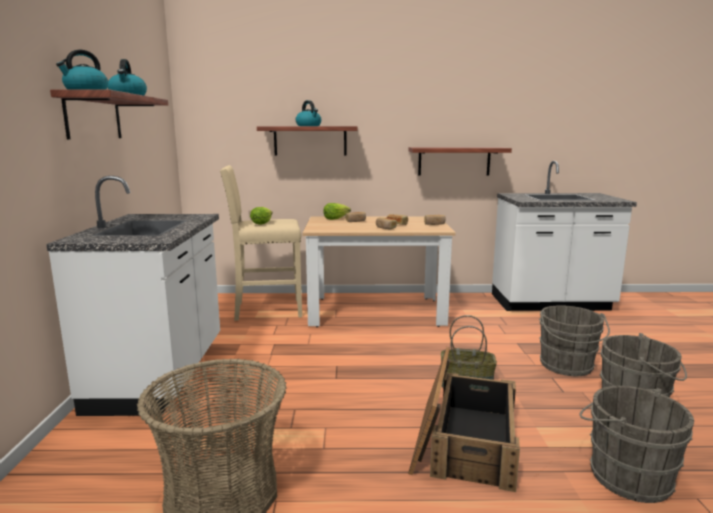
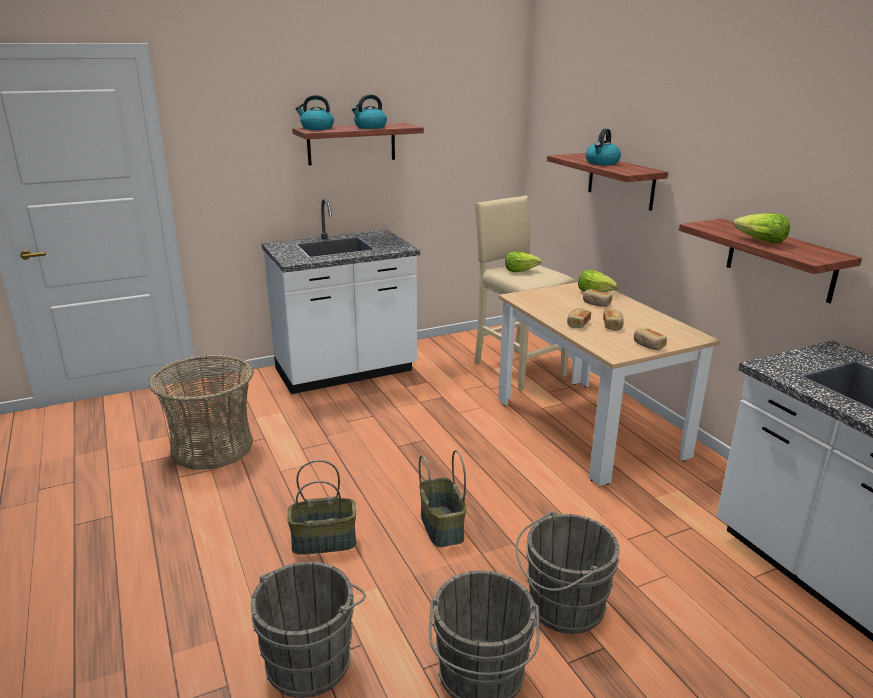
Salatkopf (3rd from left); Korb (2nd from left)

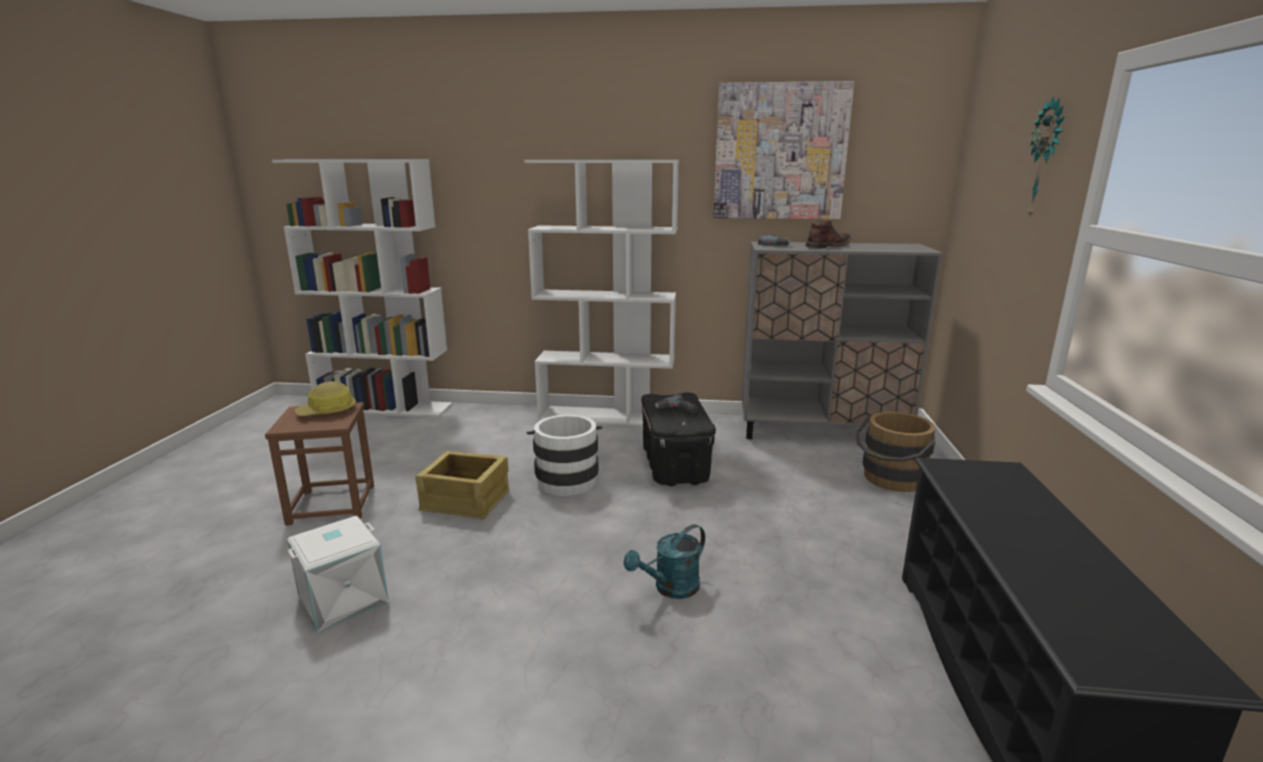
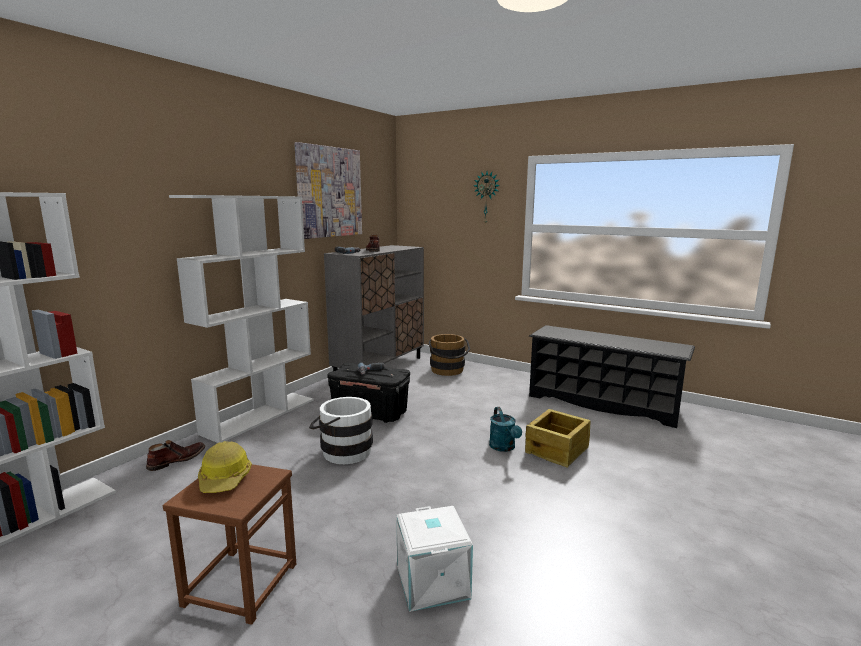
Stiefel [braun] (1st from left); Kiste

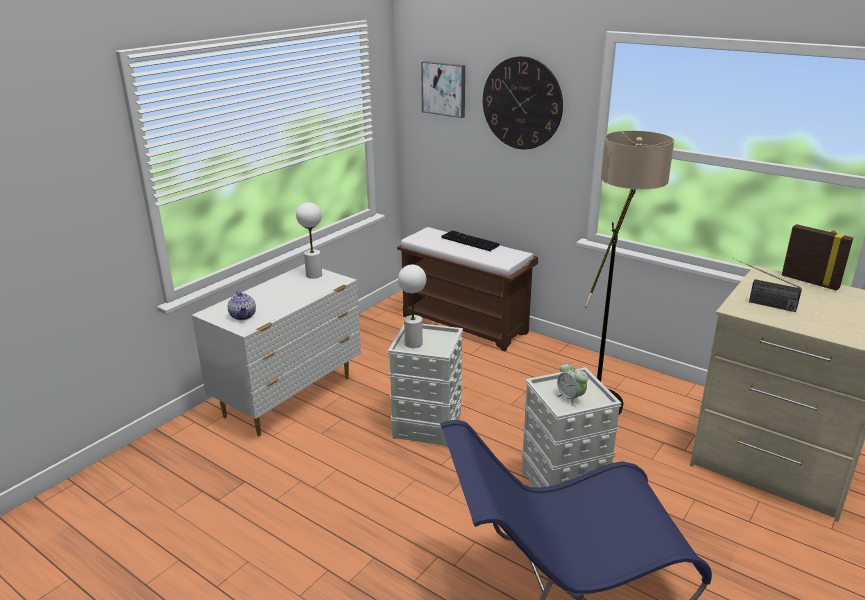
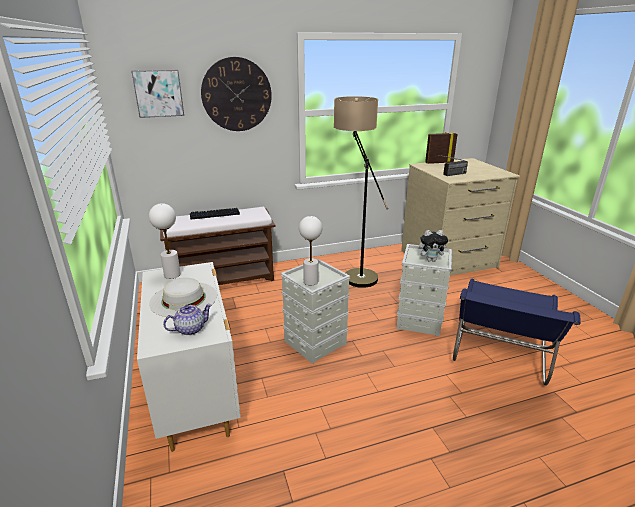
Hut [weiß]; Plüschtier; Teekanne

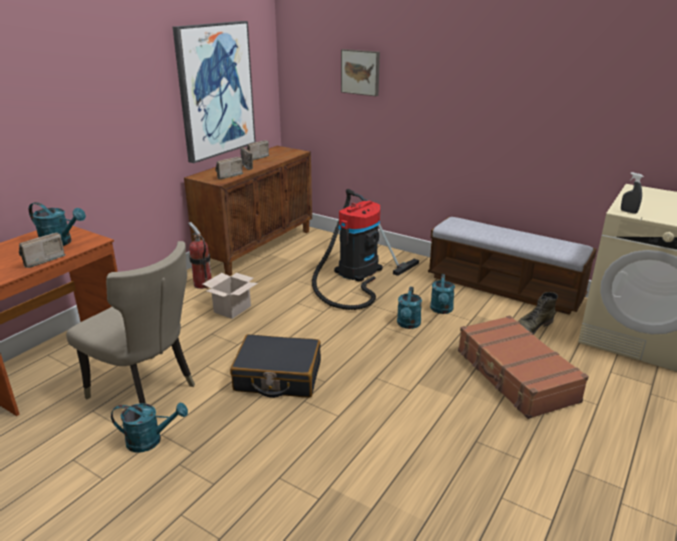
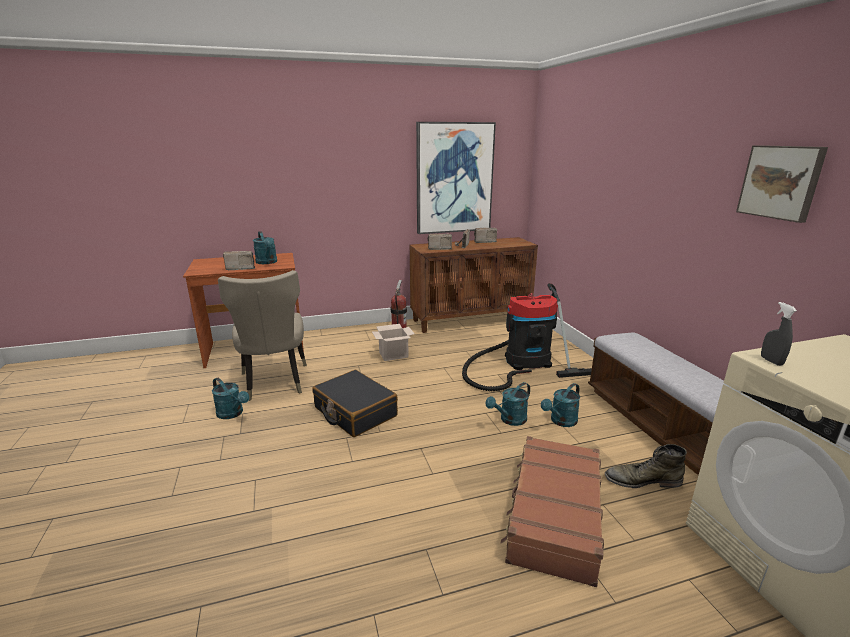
Bild (2nd from left)

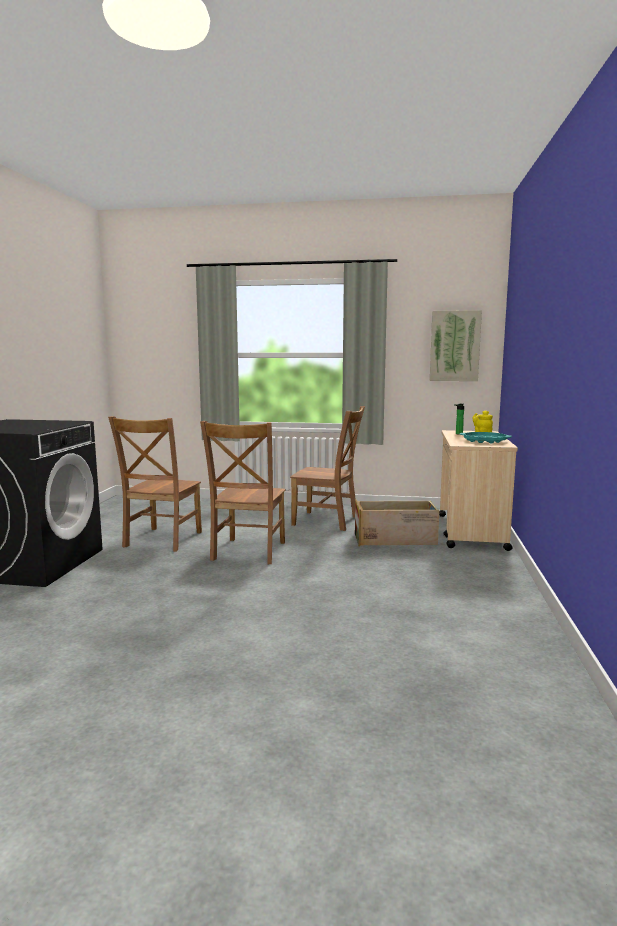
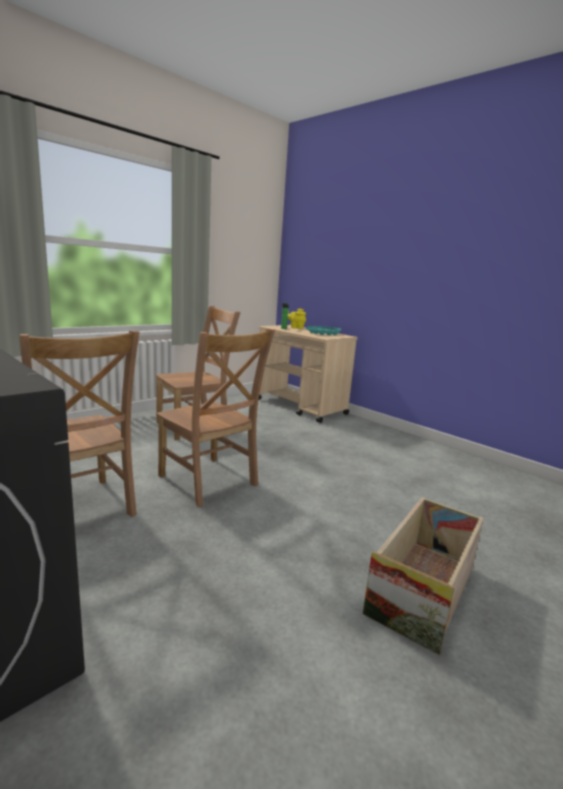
Bild; Kiste

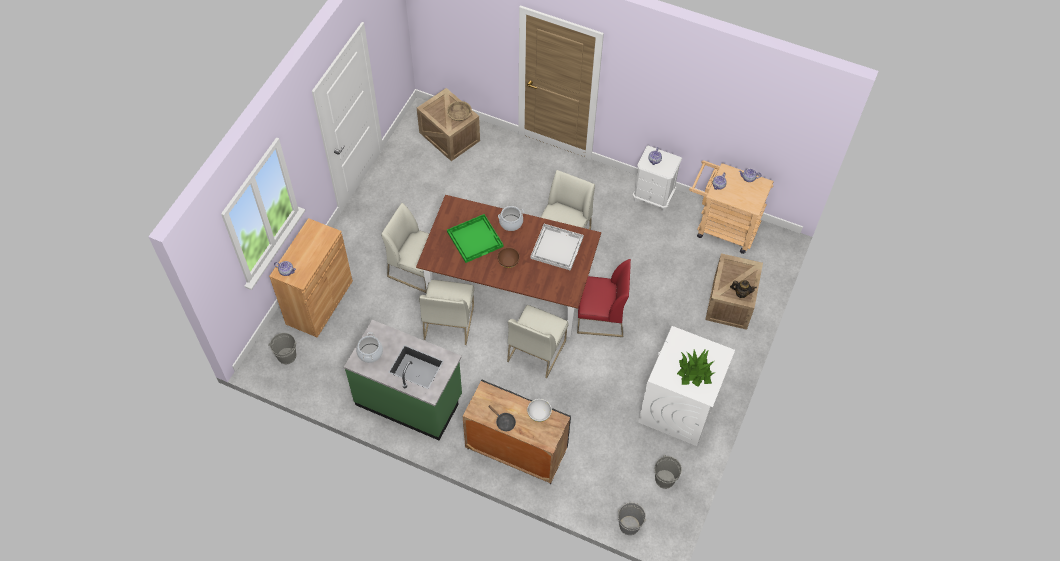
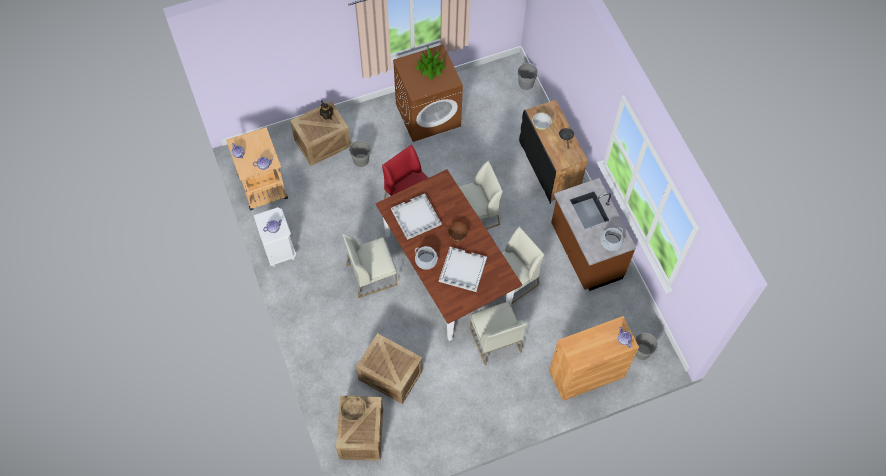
Kiste (3rd from left); Eimer [grau] (1st from left); Küchenzeile [braun]; Tablett [weiß] (2nd from left); Waschmaschine [braun]

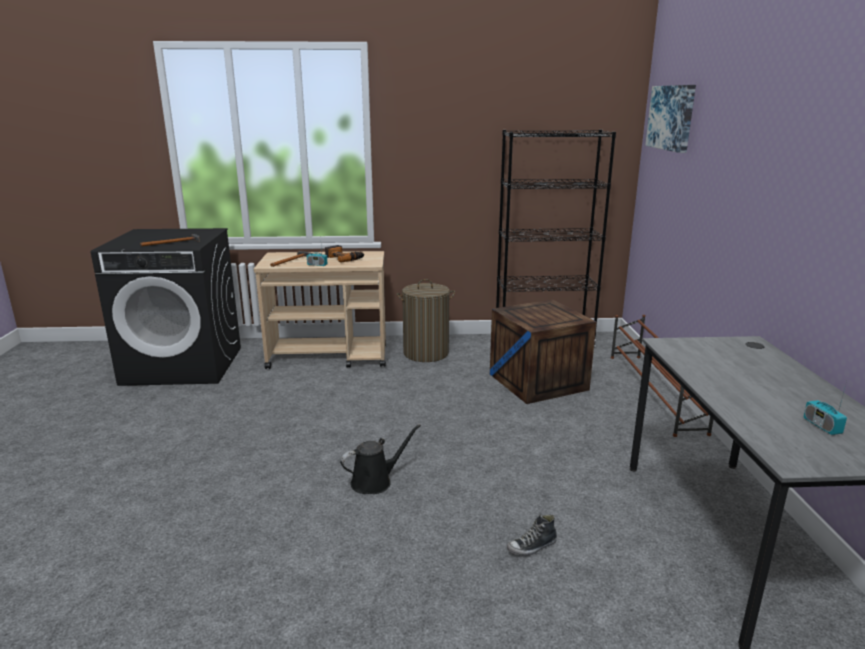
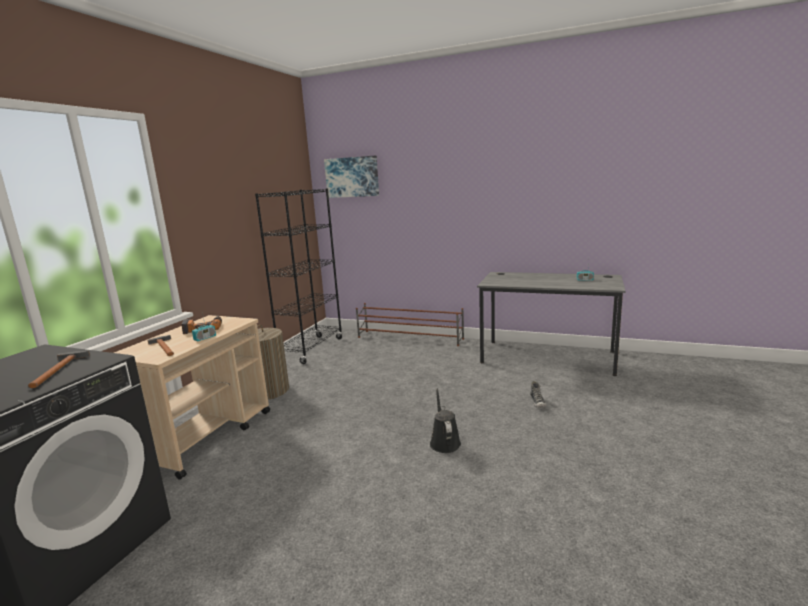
Kiste

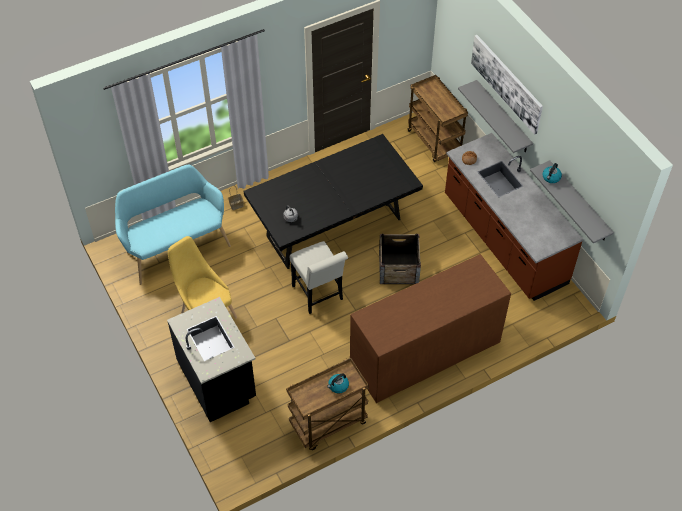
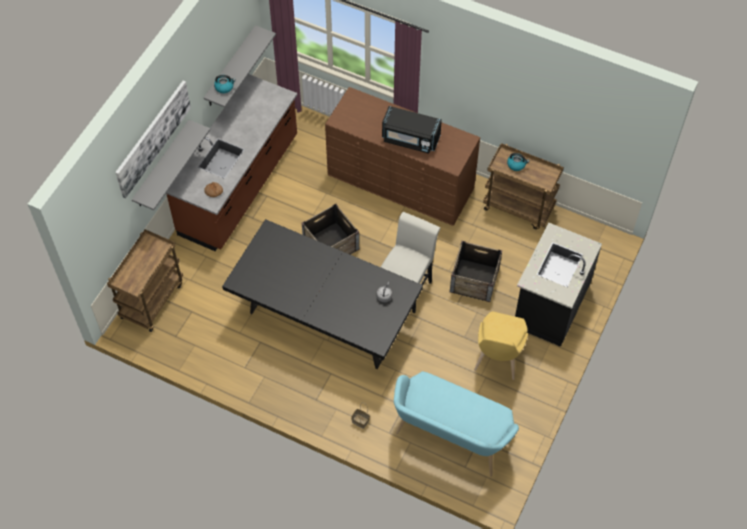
Mikrowelle [schwarz]; Kiste (2nd from left)

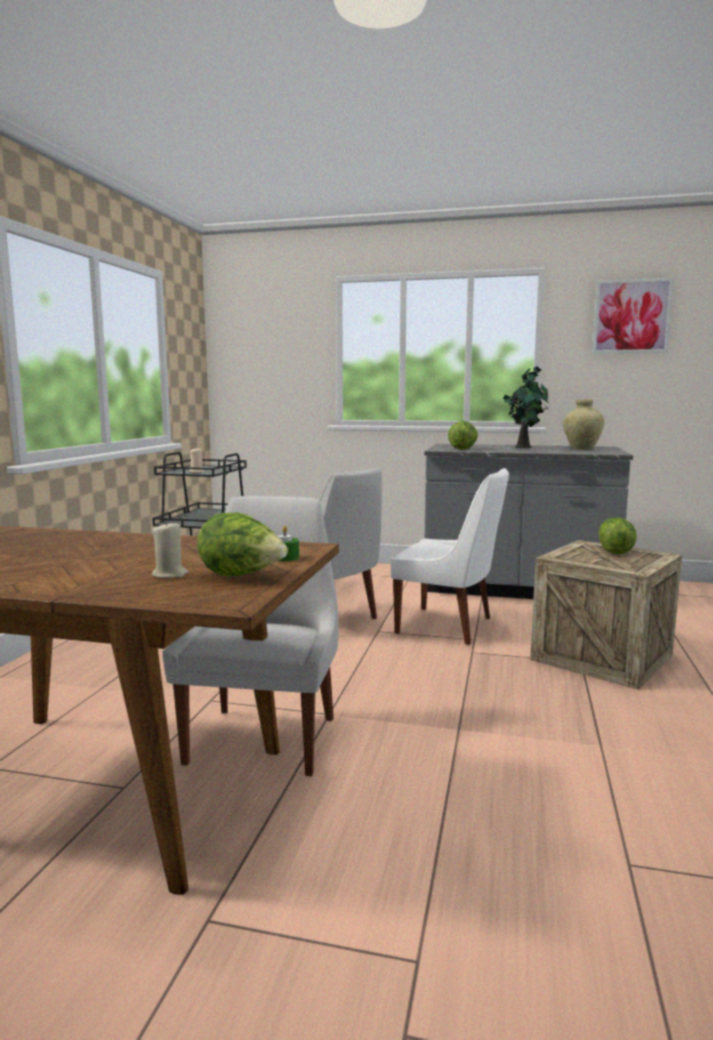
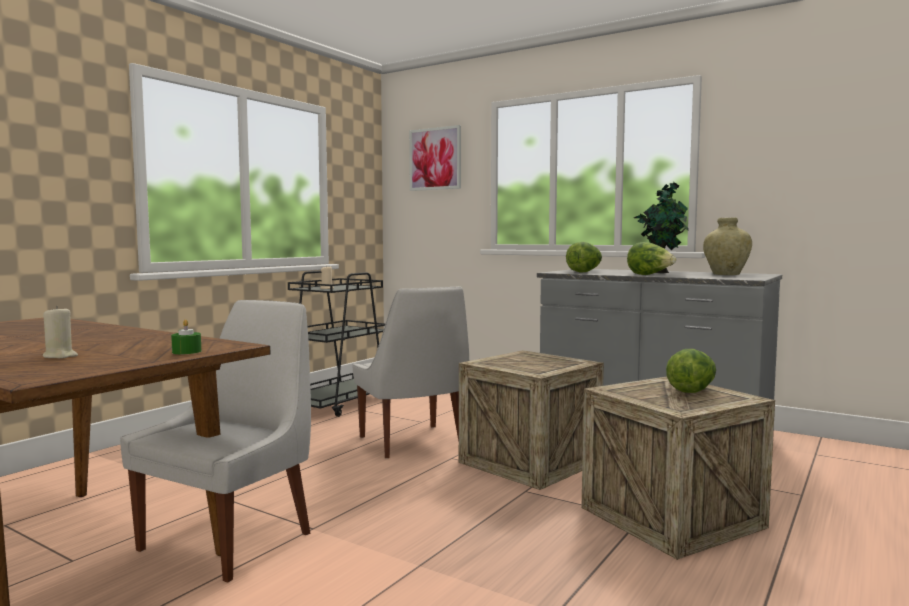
Salatkopf (2nd from left); Bild; Kiste (1st from left)

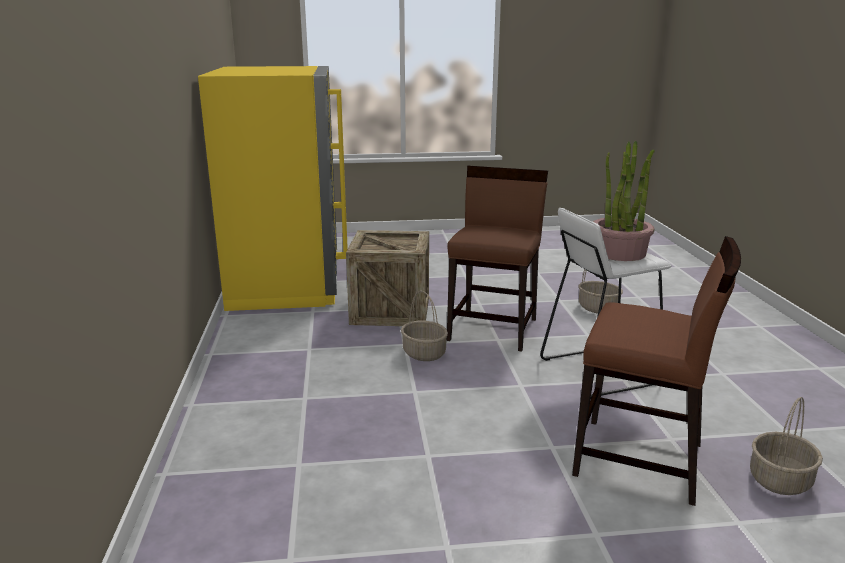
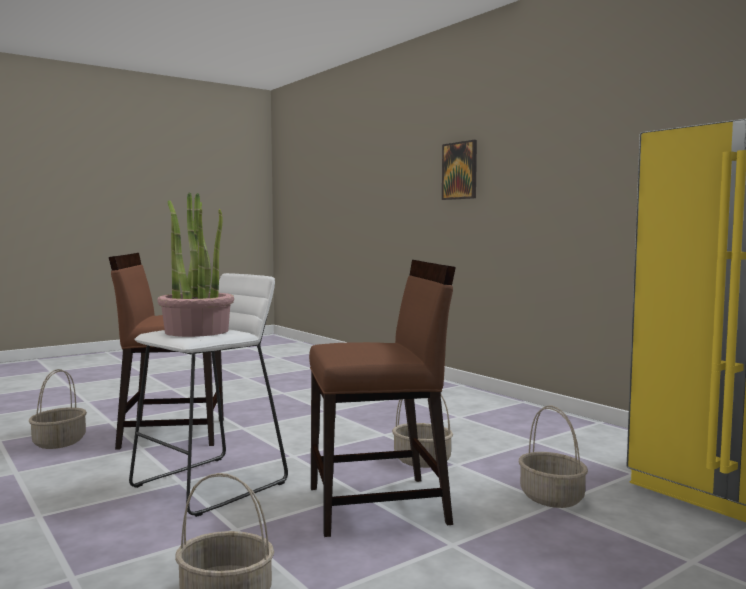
Bild; Korb (4th from left); Stuhl [braun] (2nd from left)

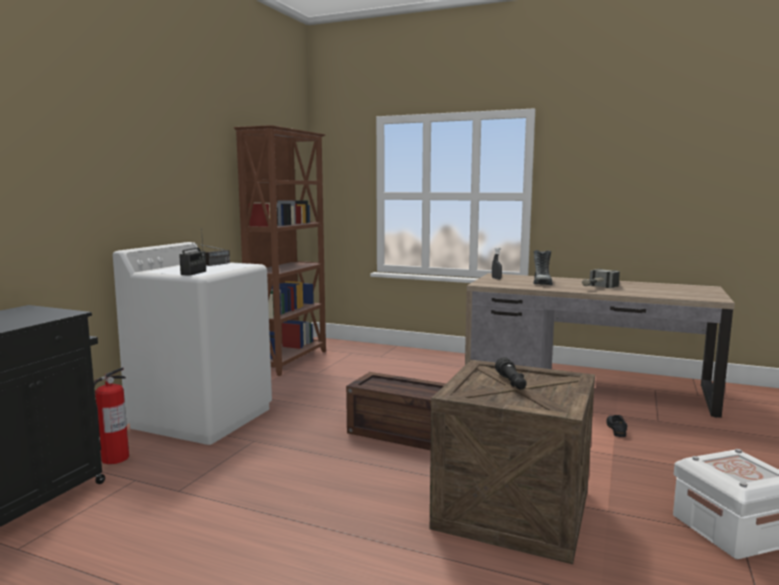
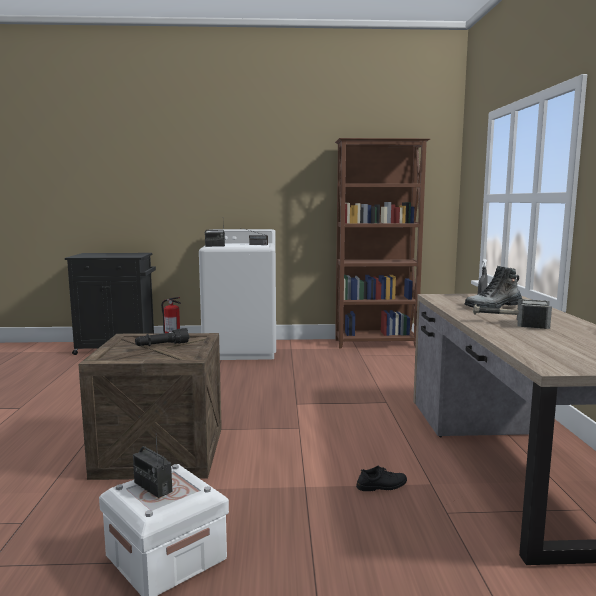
Kiste (1st from left in the first image); Radio (1st from left)

